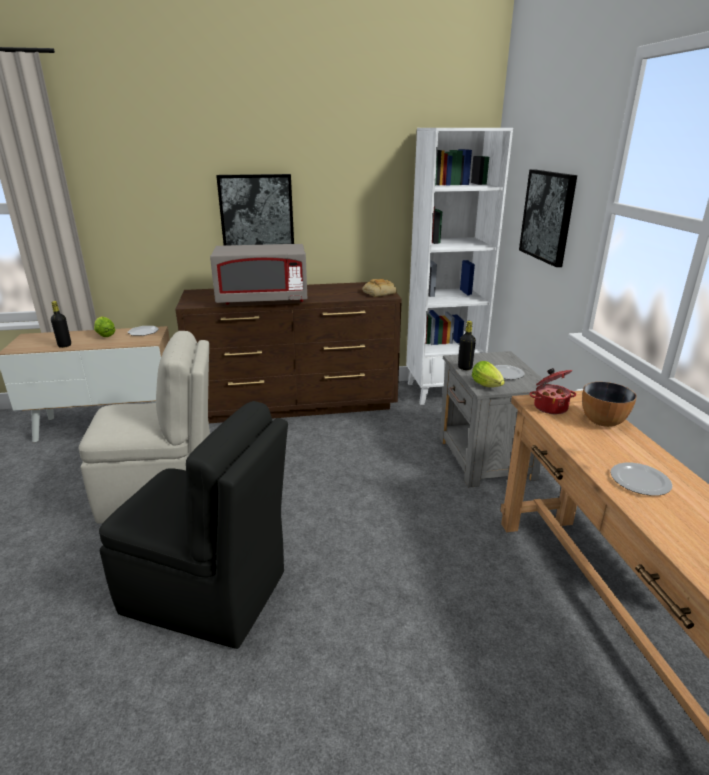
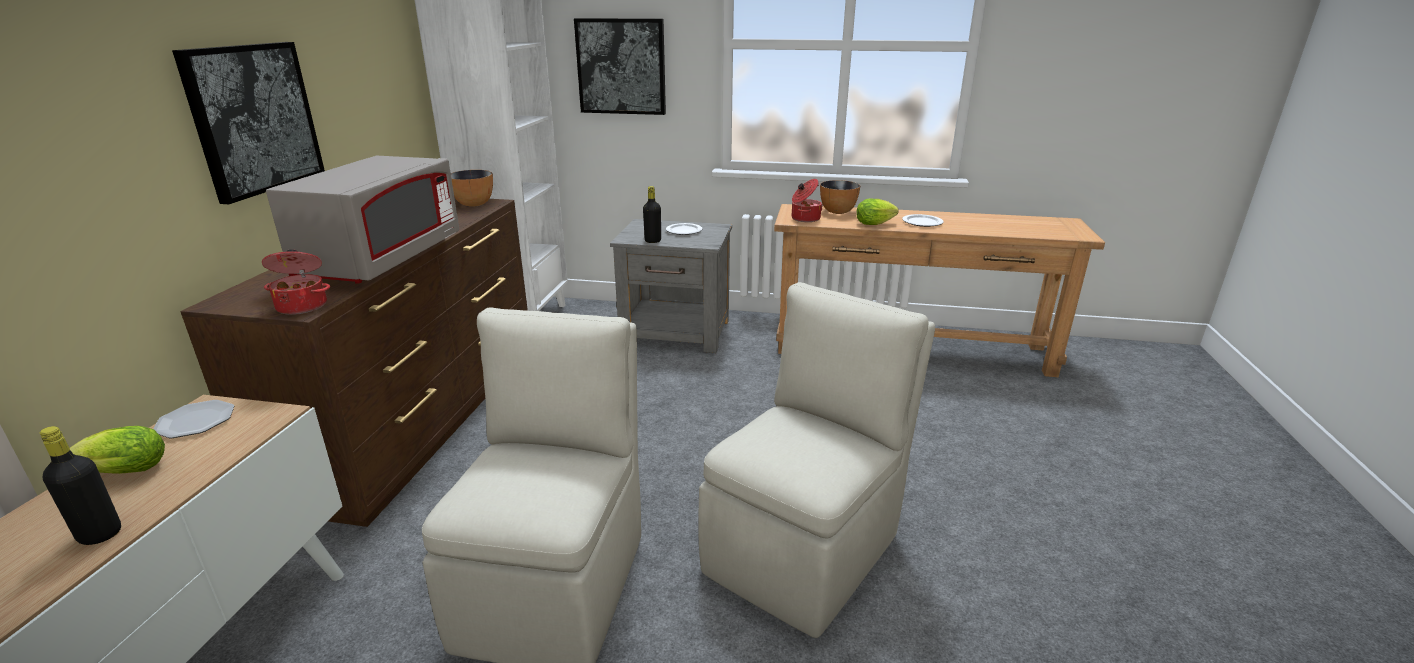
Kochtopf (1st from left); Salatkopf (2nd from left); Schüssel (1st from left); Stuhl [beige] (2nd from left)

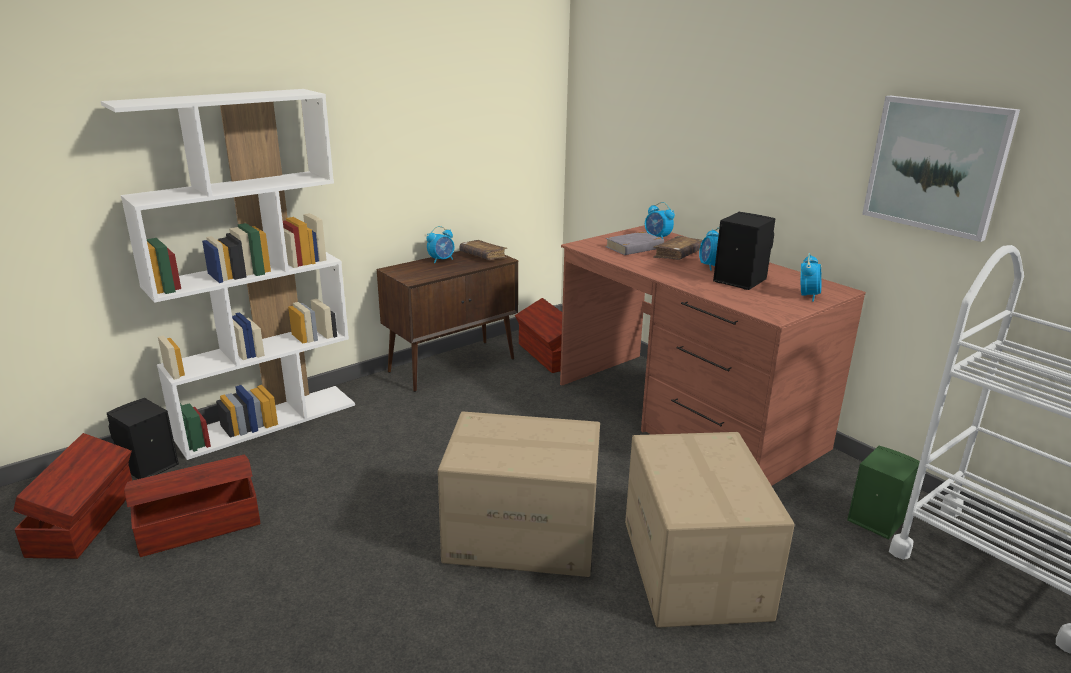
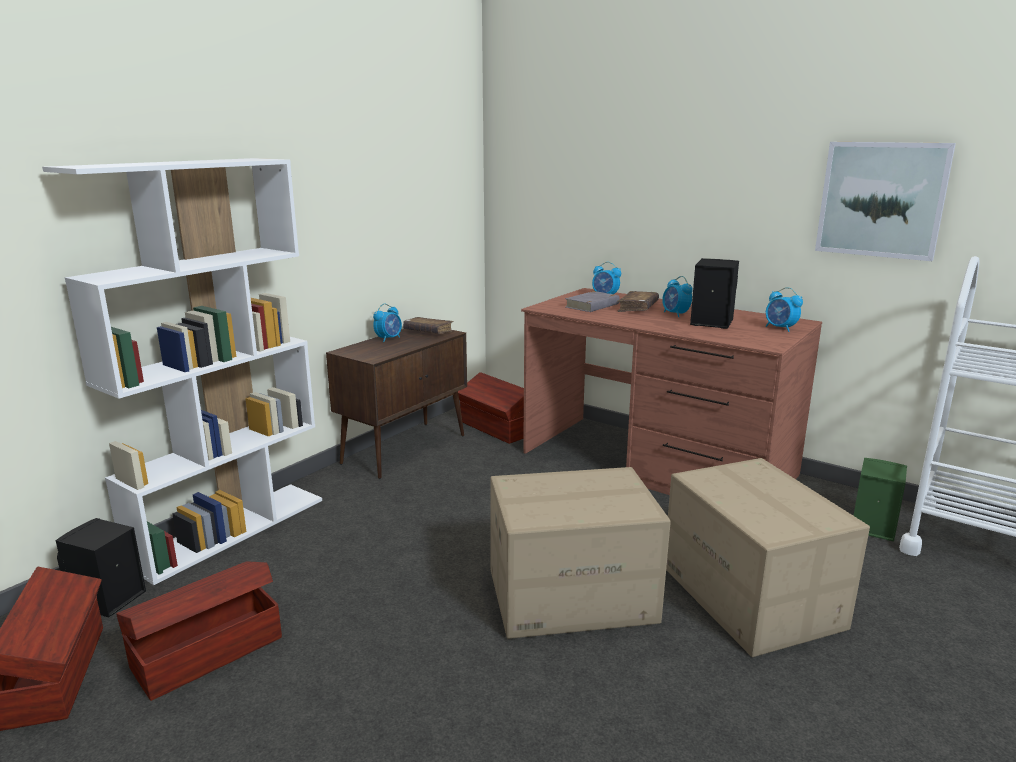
Wecker (4th from left)

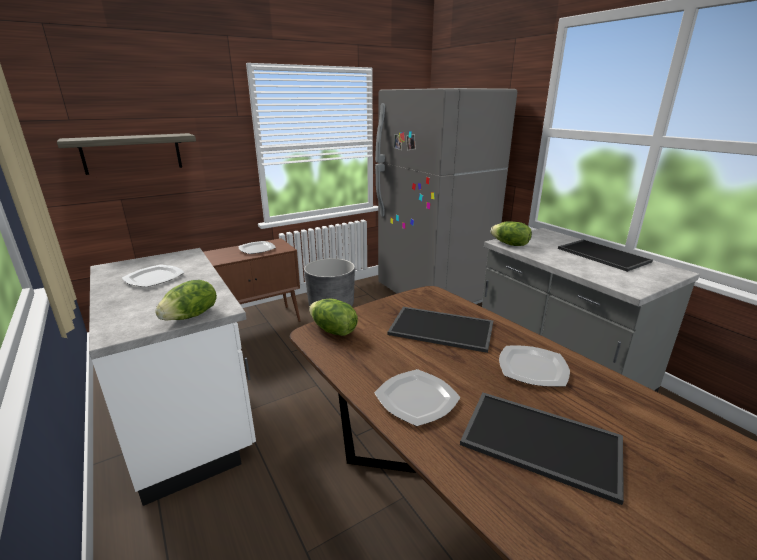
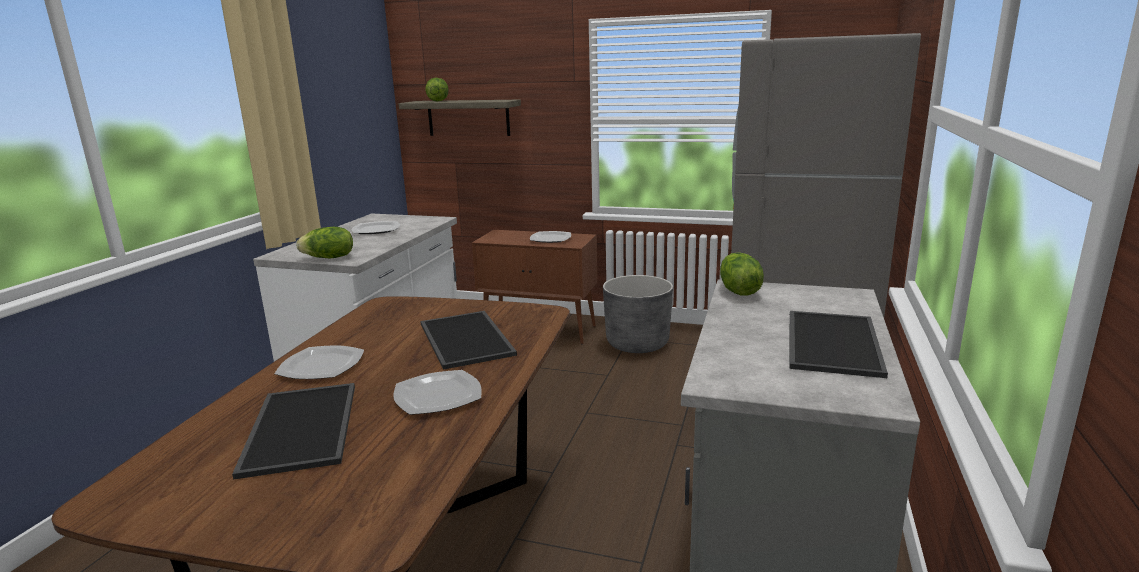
Salatkopf (2nd from left)

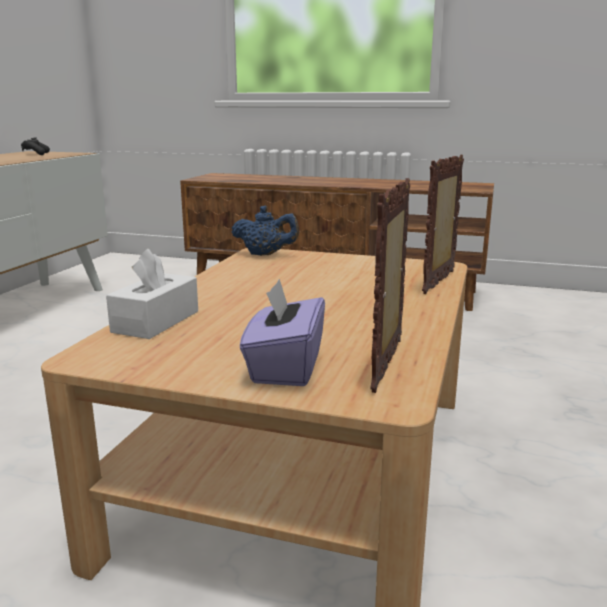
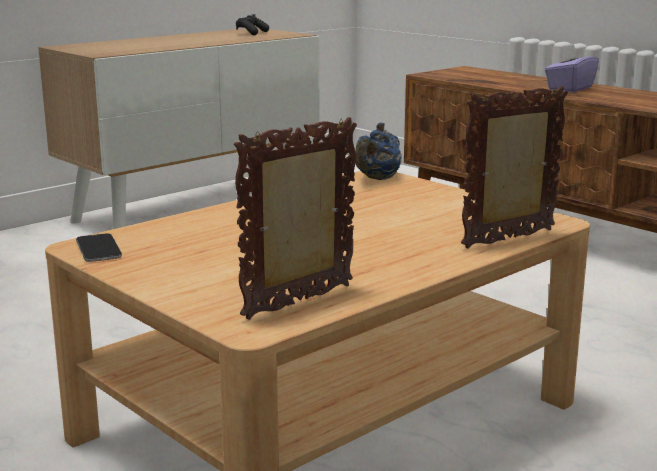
Taschentuchbox [weiß]; Handy; Taschentuchbox [lila]; Teekanne [blau]

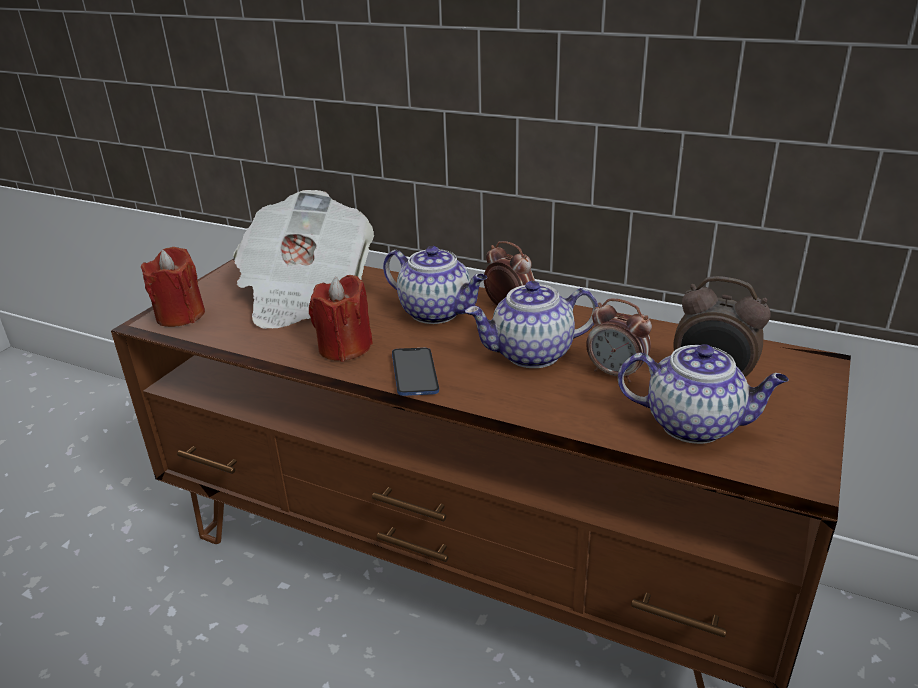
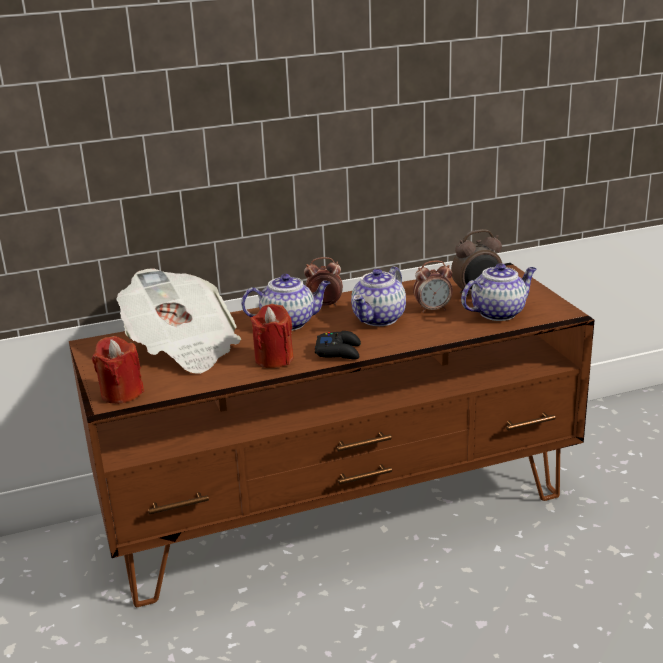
Gamepad [schwarz]

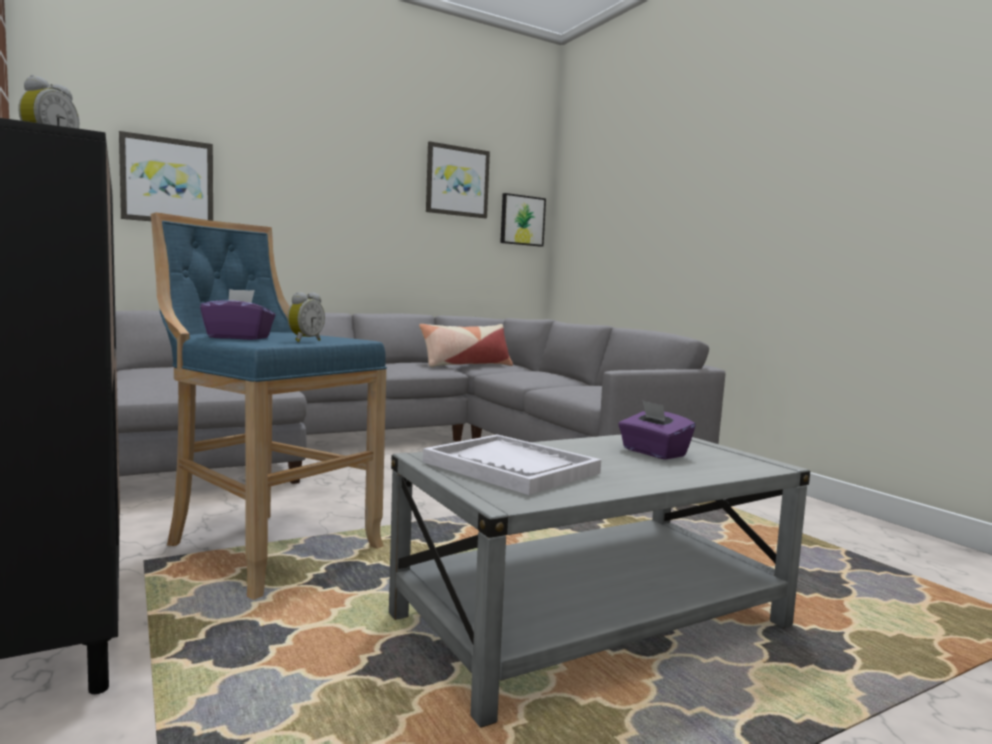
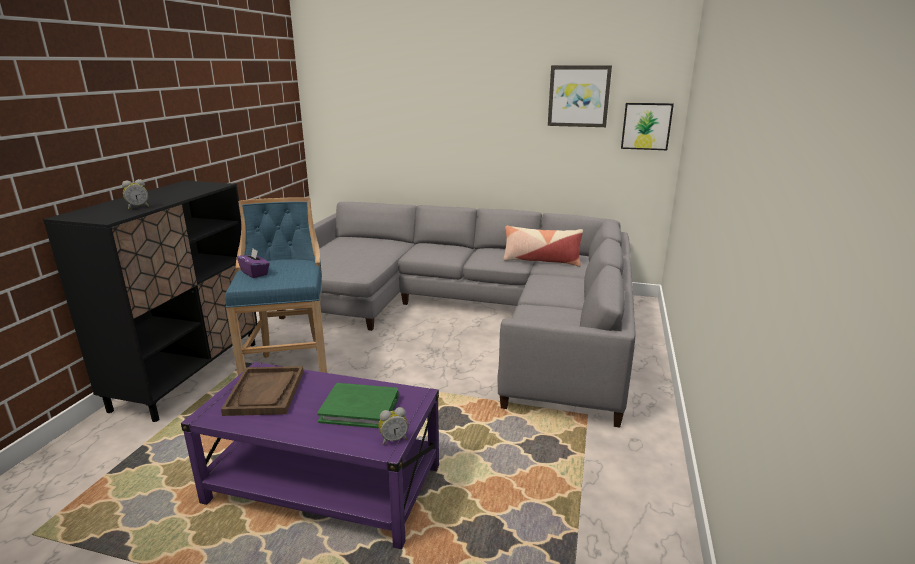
Bild (1st from left in the first image); Wecker (2nd from left); Buch [grün]; Couchtisch [lila]; Tablett [braun]

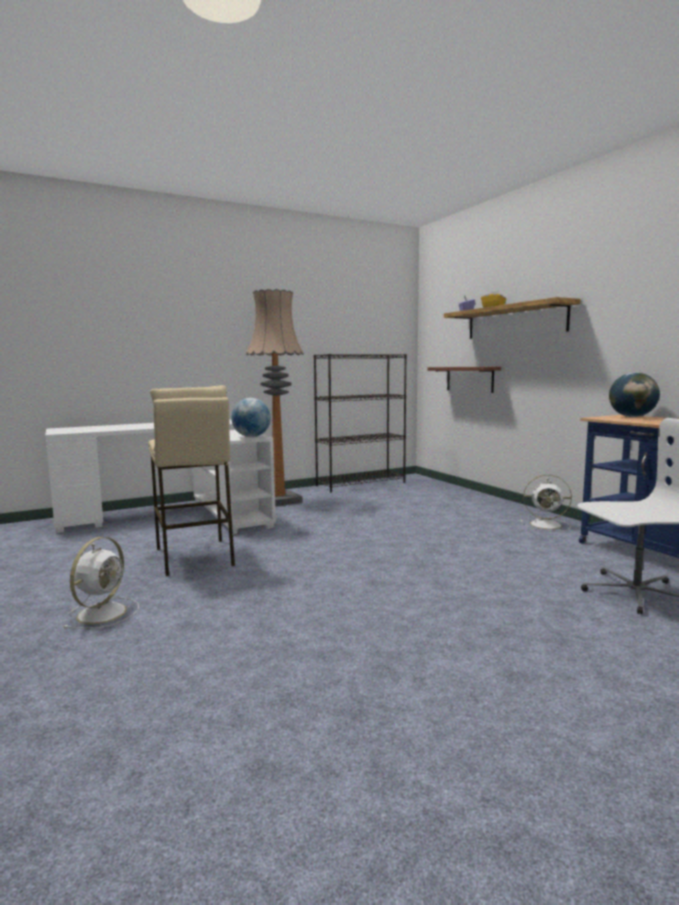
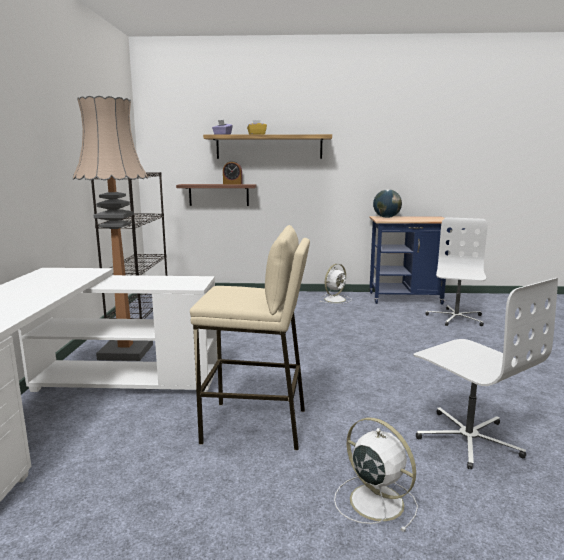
Globus (1st from left in the first image); Wecker; Bürostuhl [weiß] (2nd from left)

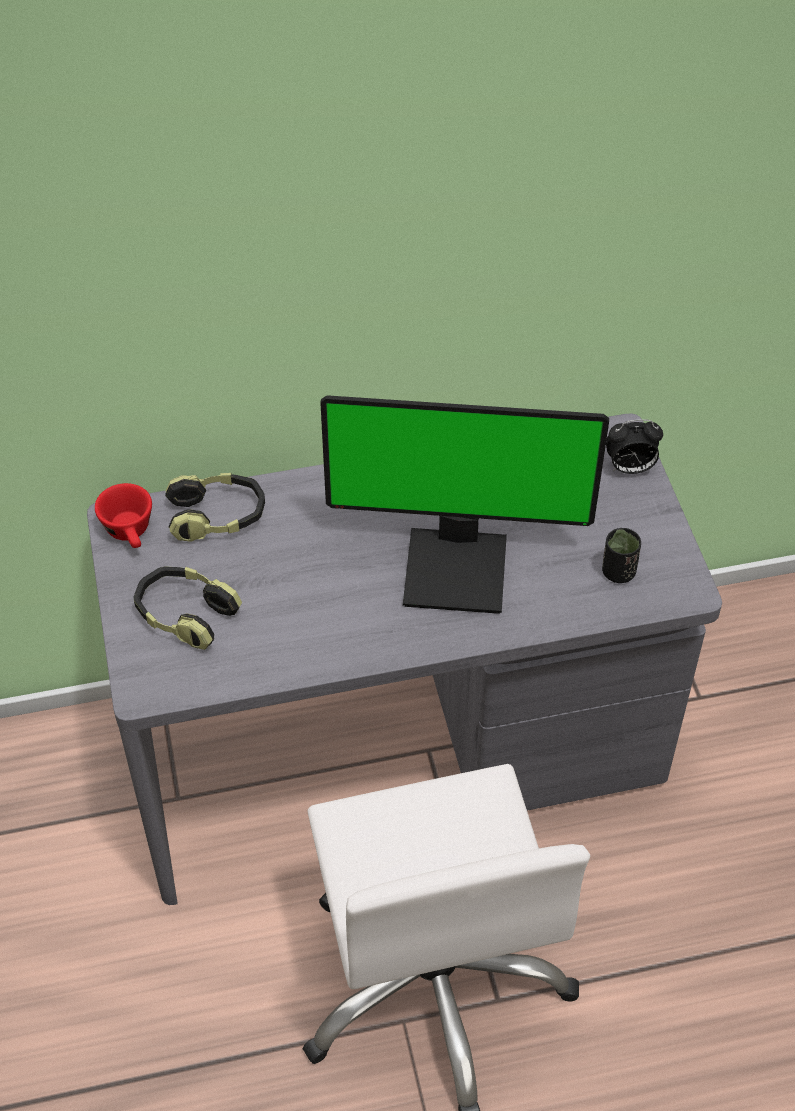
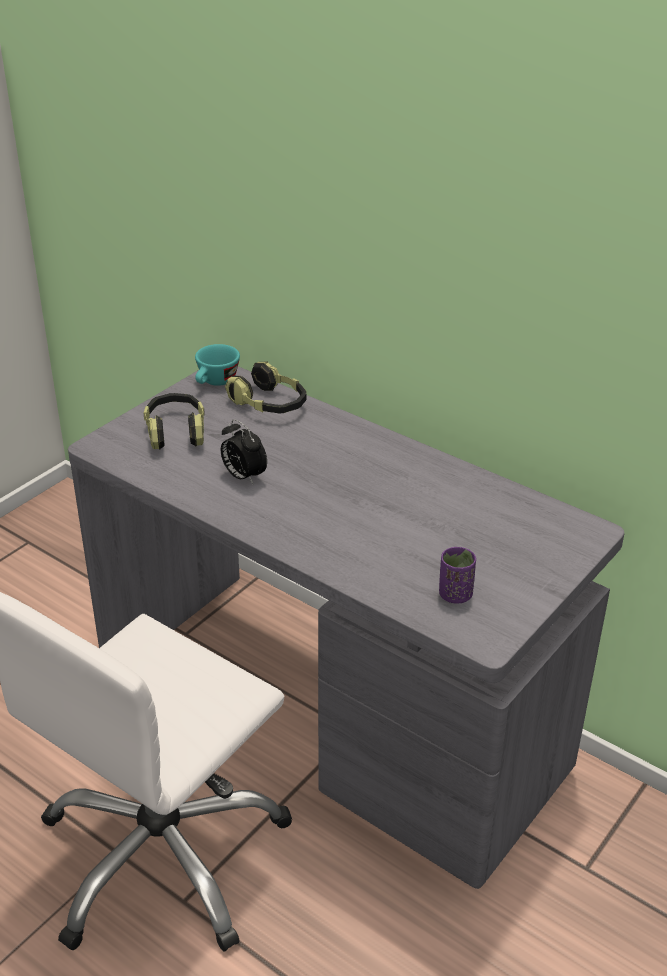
Monitor; Wecker; Tasse [türkis]; Tasse [lila]

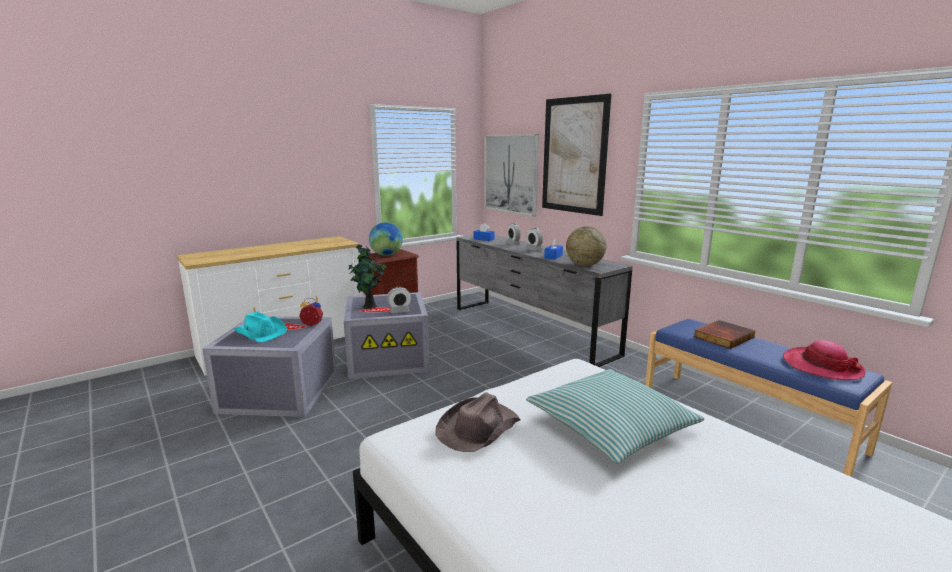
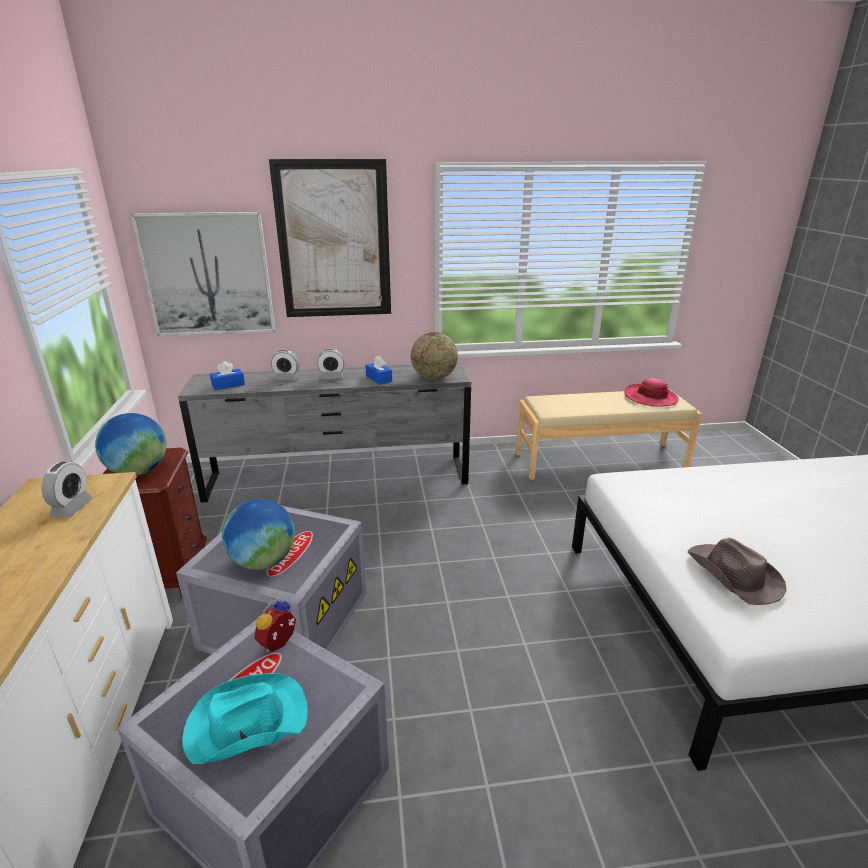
Kissen; Buch; Wecker (1st from left); Globus (2nd from left); Bank [beige]

